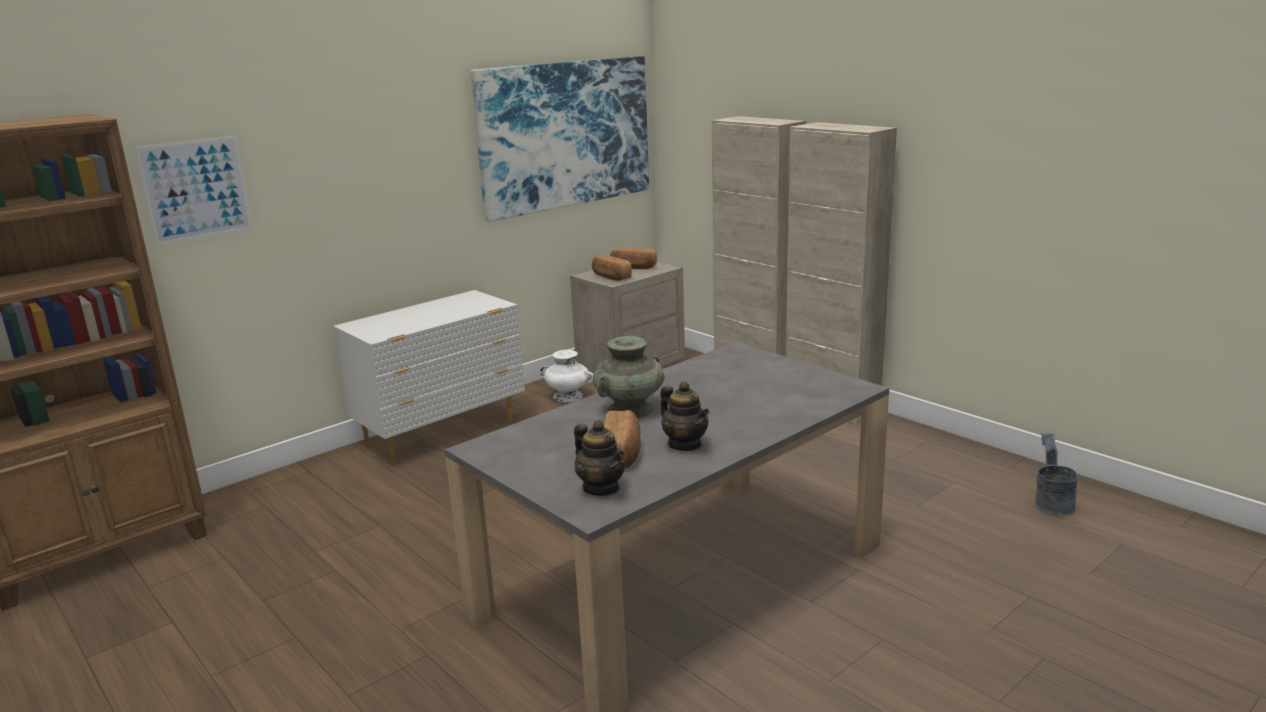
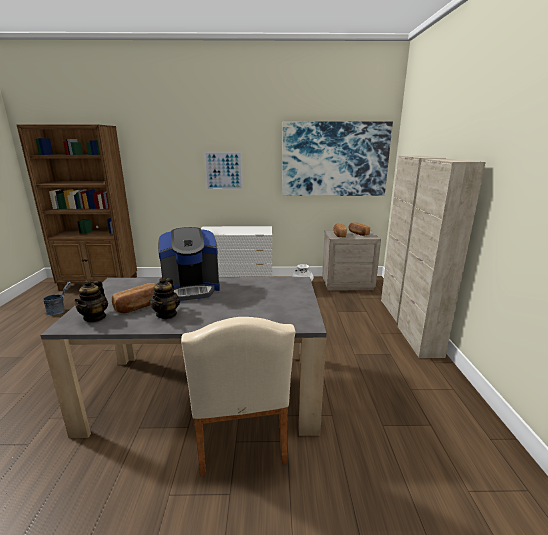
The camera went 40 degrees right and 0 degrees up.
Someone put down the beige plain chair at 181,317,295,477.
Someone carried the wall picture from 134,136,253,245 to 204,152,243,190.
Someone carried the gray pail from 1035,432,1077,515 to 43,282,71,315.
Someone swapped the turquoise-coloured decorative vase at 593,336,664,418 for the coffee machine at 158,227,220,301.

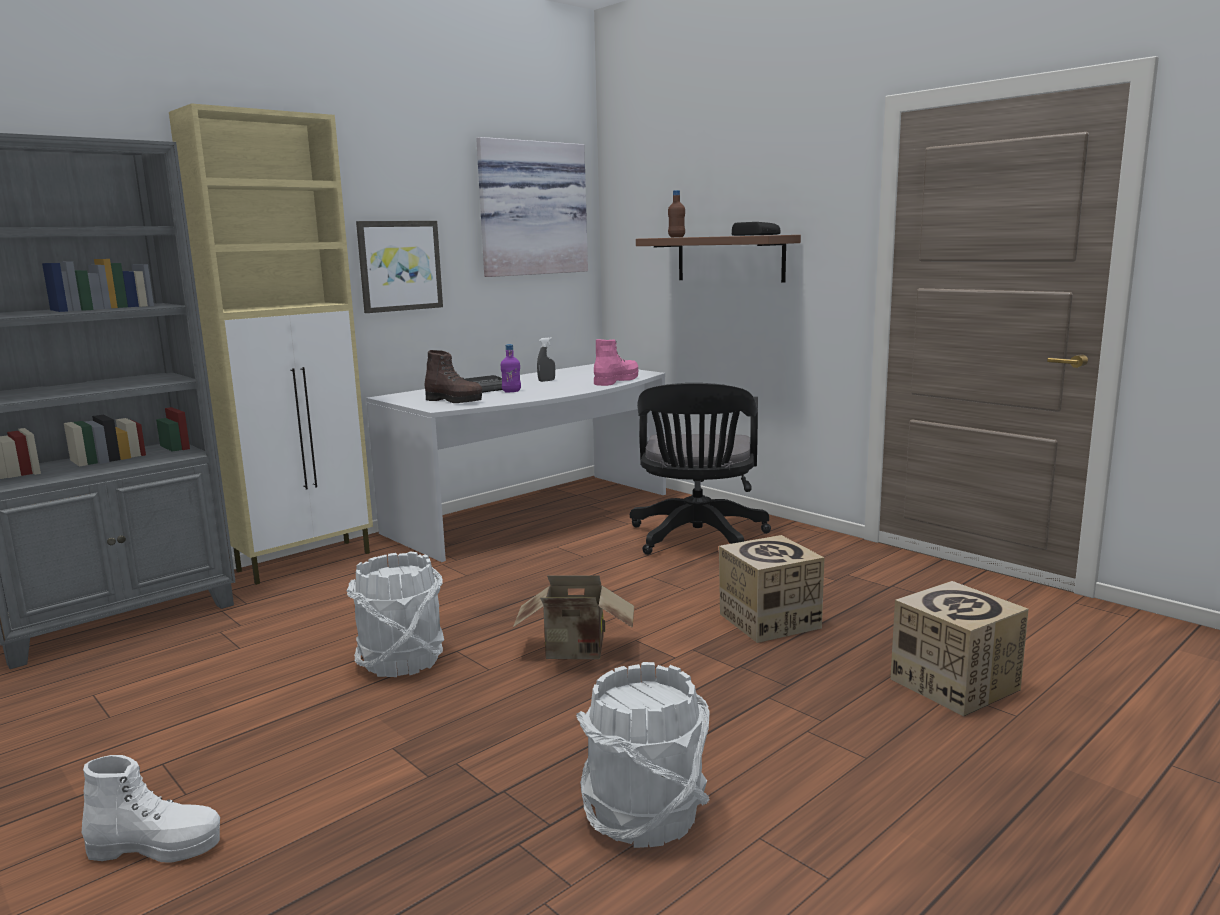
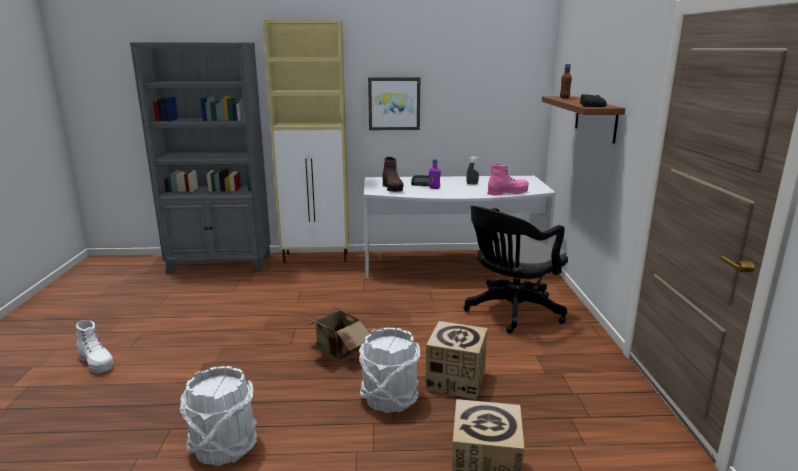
The camera went 40 degrees right and 5 degrees up.
Someone took away the wall picture at 476,137,588,277.
Someone carried the white pail from 347,551,444,677 to 359,328,420,413.

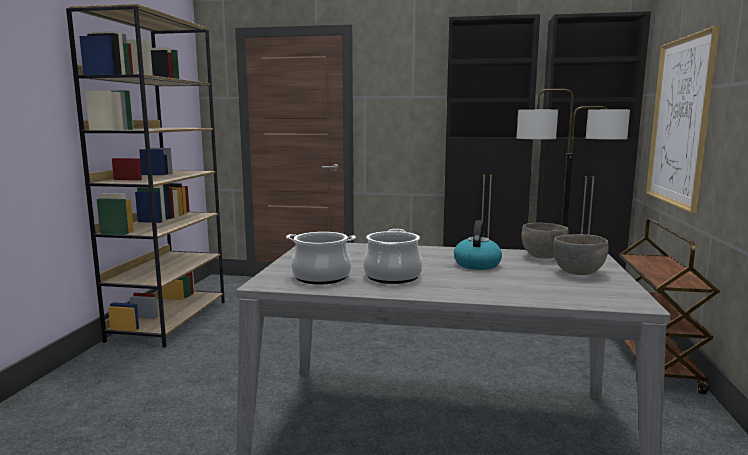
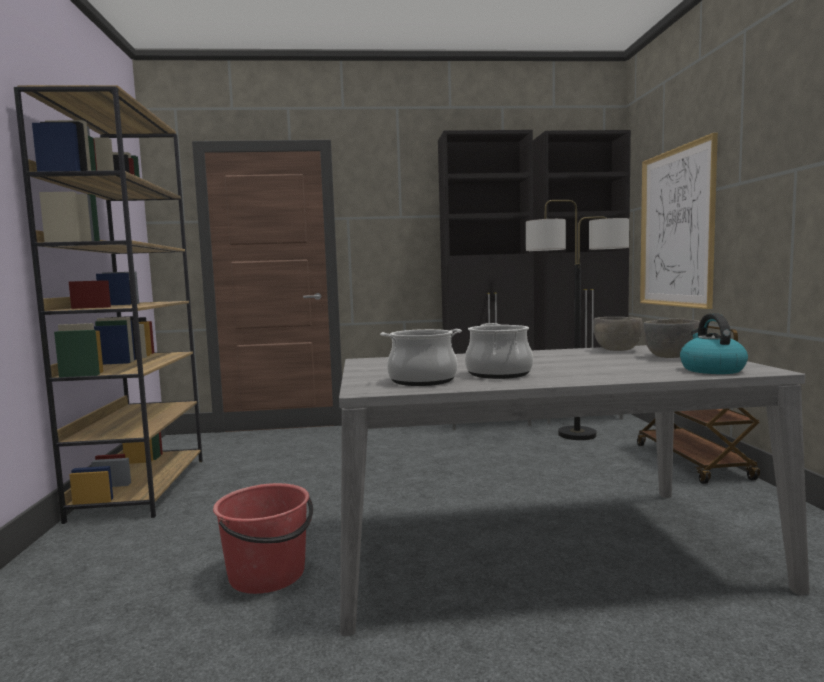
The camera went 15 degrees left and 5 degrees down.
Someone put down the red-coloured pail at 213,483,313,594.
Someone carried the water kettle from 454,220,502,270 to 680,313,748,374.

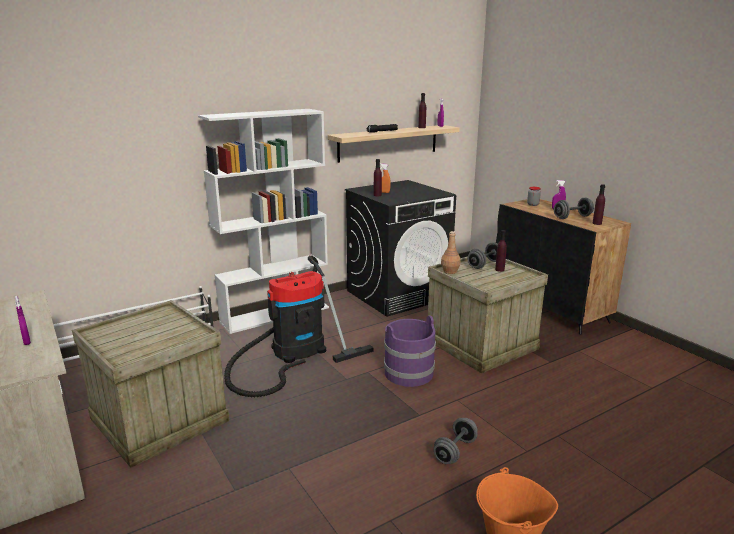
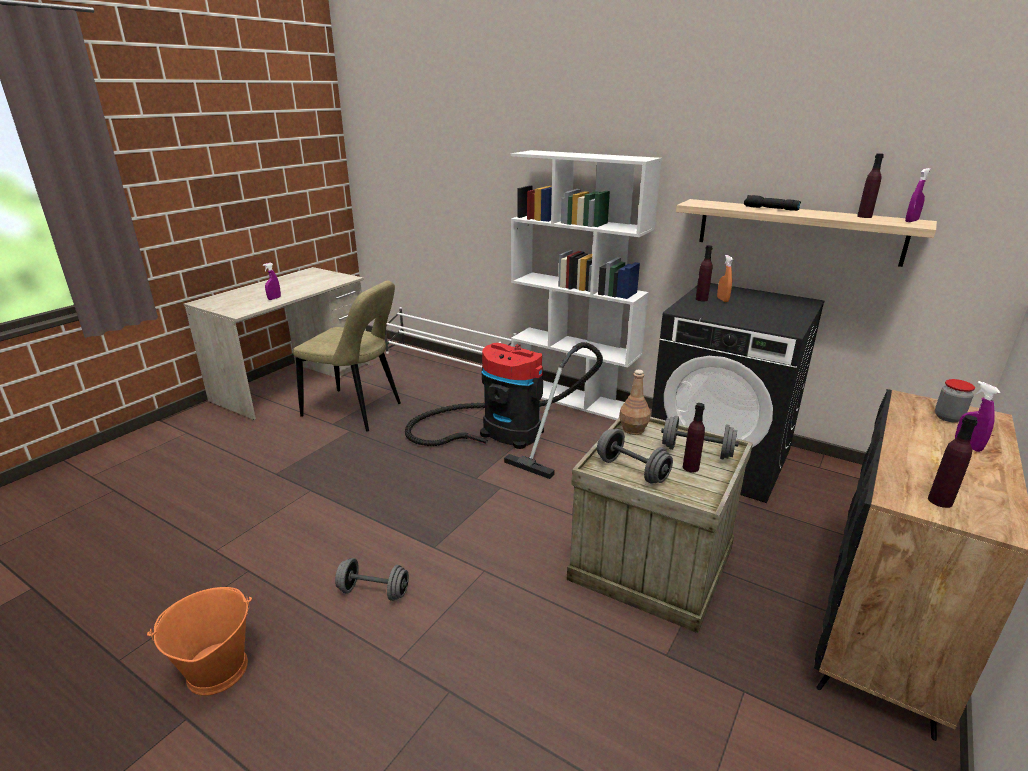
The camera went 65 degrees right and 5 degrees up.
Someone took away the purplish pail at 384,315,436,387.
Someone carried the gray dumbbell from 554,198,594,219 to 597,429,673,483.
Someone swapped the shipping crate at 72,300,229,468 for the beige plain chair at 293,280,401,432.

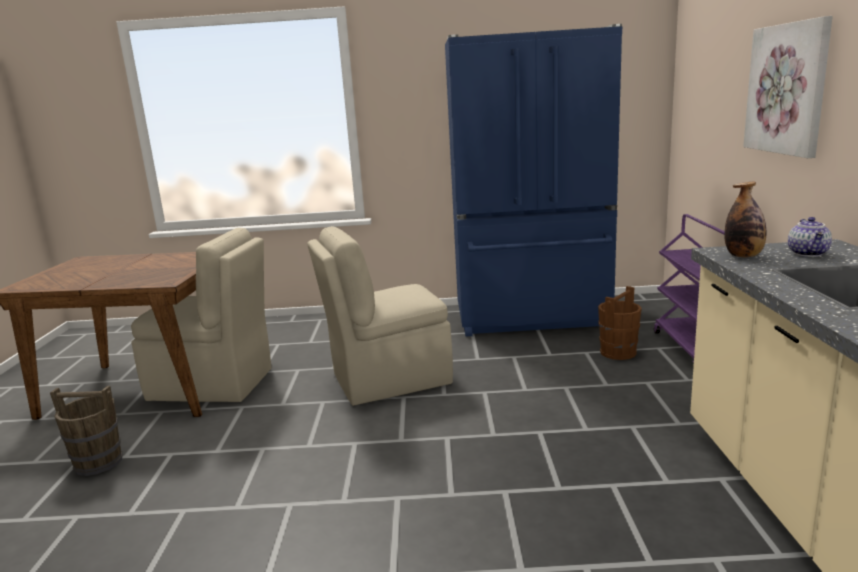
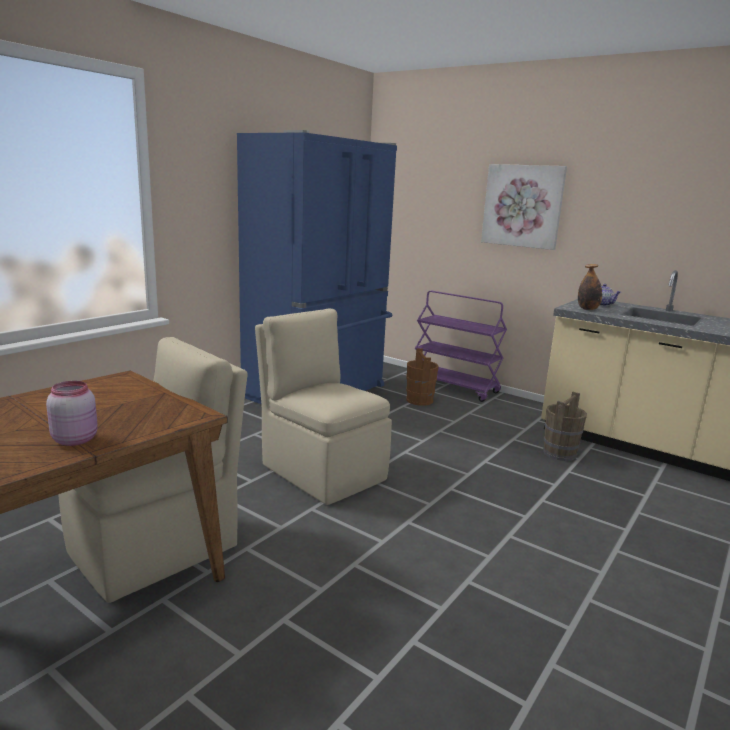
The camera went 55 degrees left and 0 degrees up.
Someone put down the pinkish jar at 46,381,98,446.
Someone carried the brownish pail from 50,386,123,476 to 543,392,587,461.
Someone rotated the beige plain chair at 307,226,453,406 by 120 degrees clockwise.

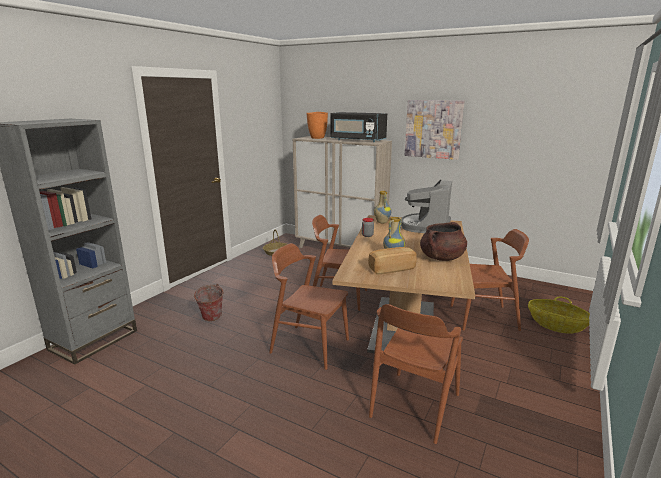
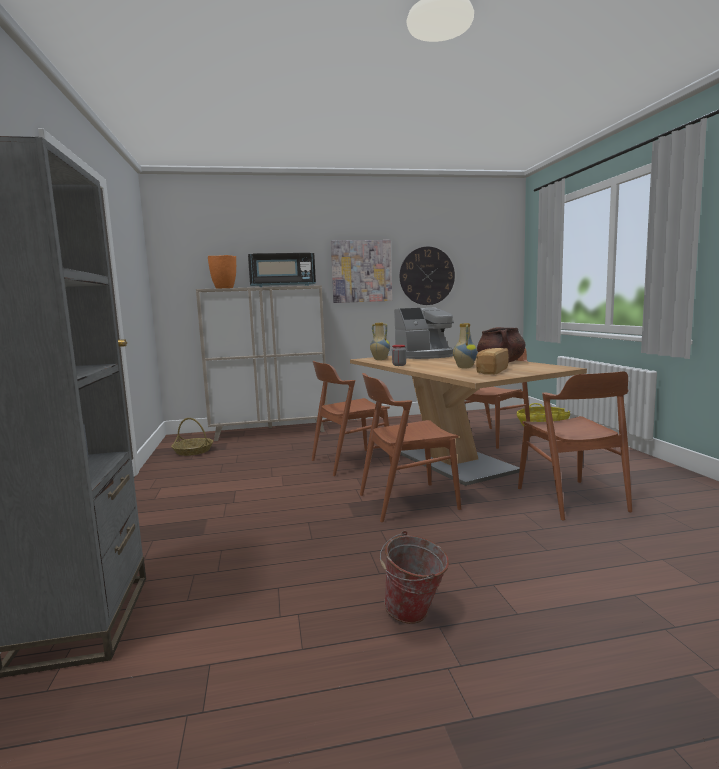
The camera went 40 degrees left and 10 degrees down.
Someone put up the clock on the wall at 400,247,455,305.
Someone carried the pail from 193,284,223,321 to 380,531,449,624.
Someone rotated the coffee machine at 401,180,452,233 by 90 degrees counterclockwise.

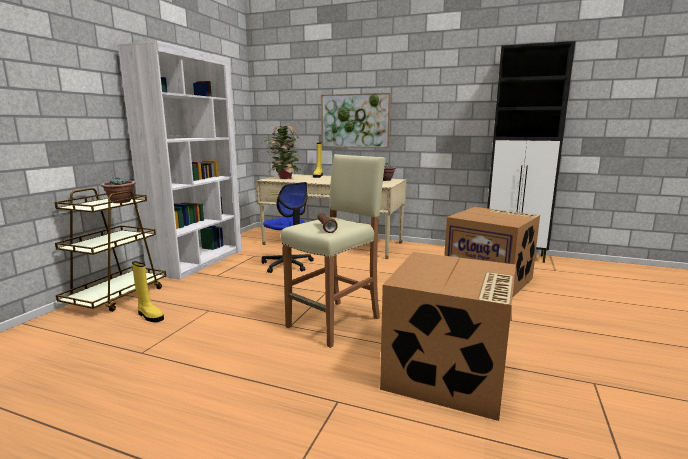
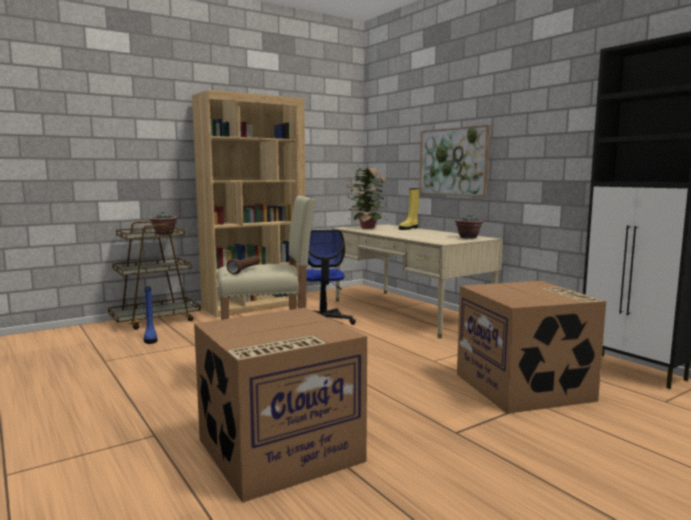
The camera went 35 degrees right and 5 degrees down.
Someone repainted the white bookshelf at 118,41,242,280, which became the brownish bookshelf at 192,90,307,317.
Someone repainted the yellow-coloured high-top boot at 132,261,164,322, which became the blue high-top boot at 144,287,157,344.

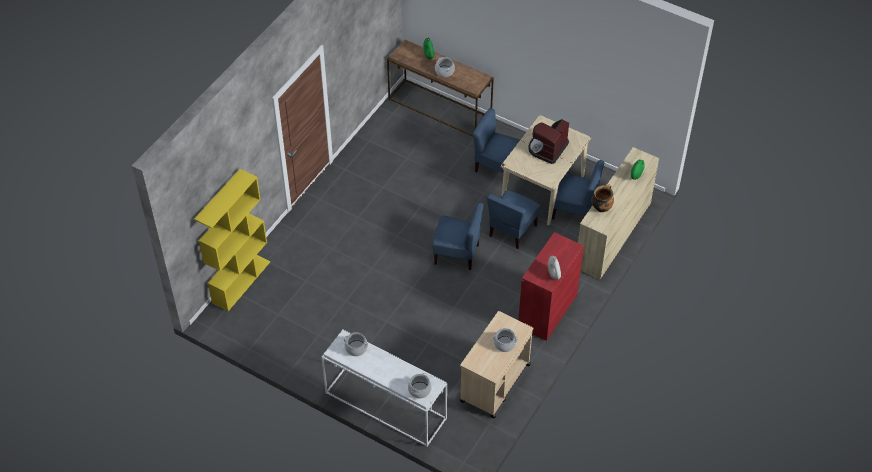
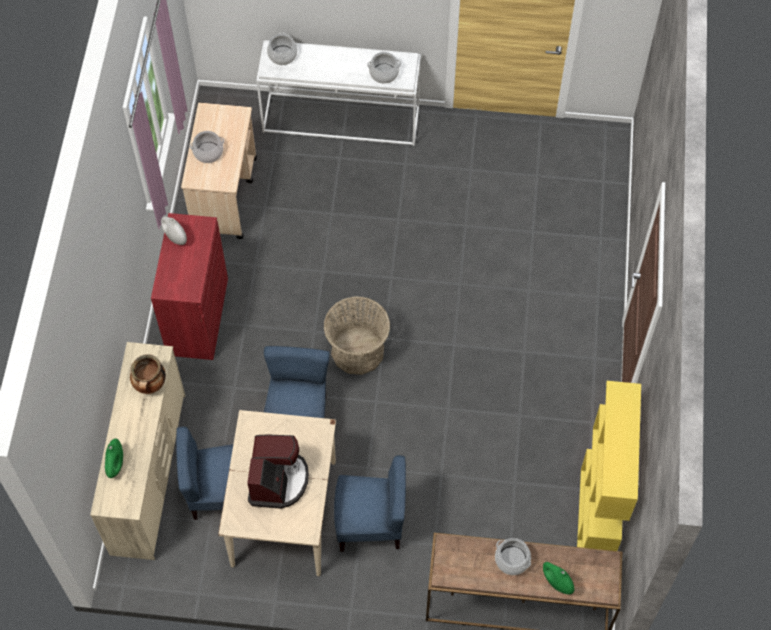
The camera went 155 degrees right and 10 degrees up.
Someone carried the yellow-coloured bookshelf from 194,169,270,311 to 577,381,641,551.
Someone swapped the blue plain chair at 433,202,484,270 for the household basket at 324,296,390,375.

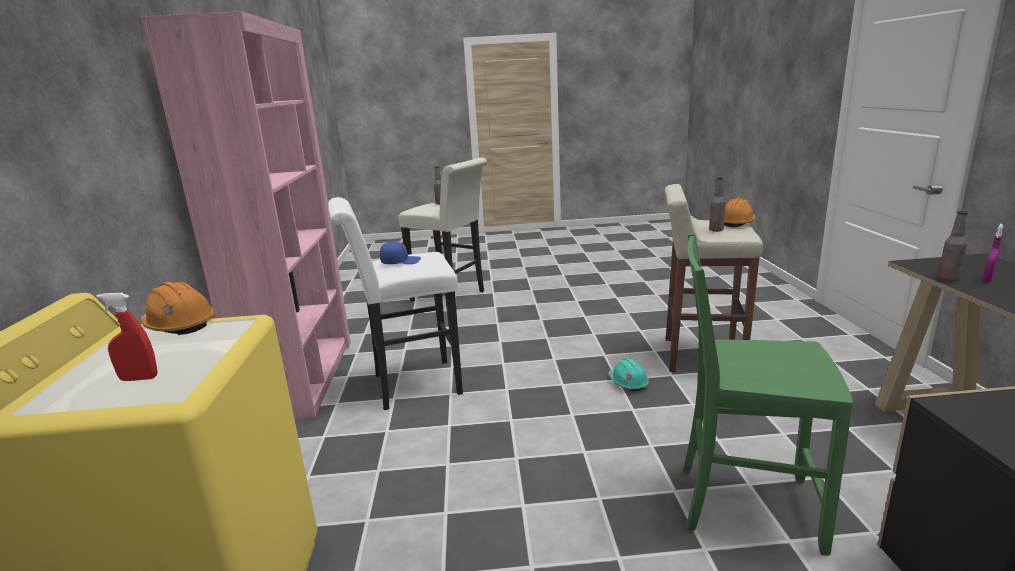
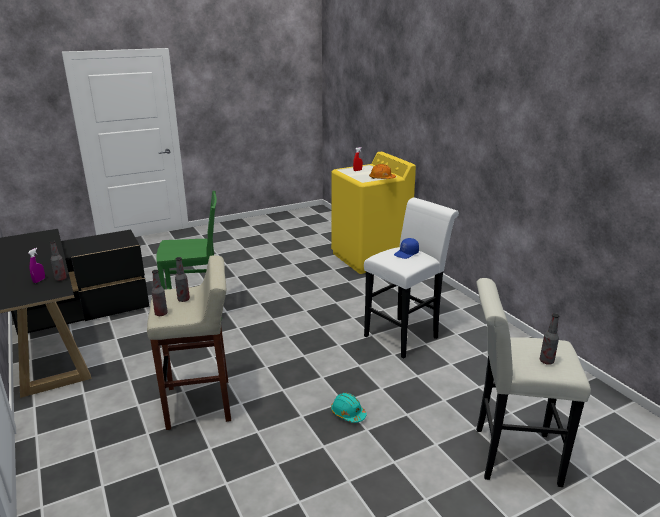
The camera went 155 degrees right and 5 degrees up.
Someone took away the pinkish bookshelf at 141,11,351,419.
Someone carried the turquoise-coloured work helmet from 608,358,649,391 to 331,393,367,423.
Someone swapped the orangey work helmet at 724,198,755,227 for the drink bottle at 151,270,168,316.

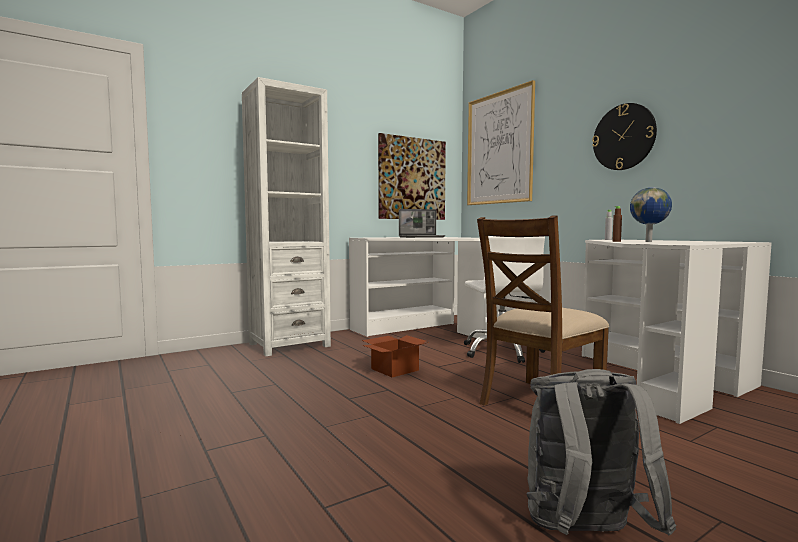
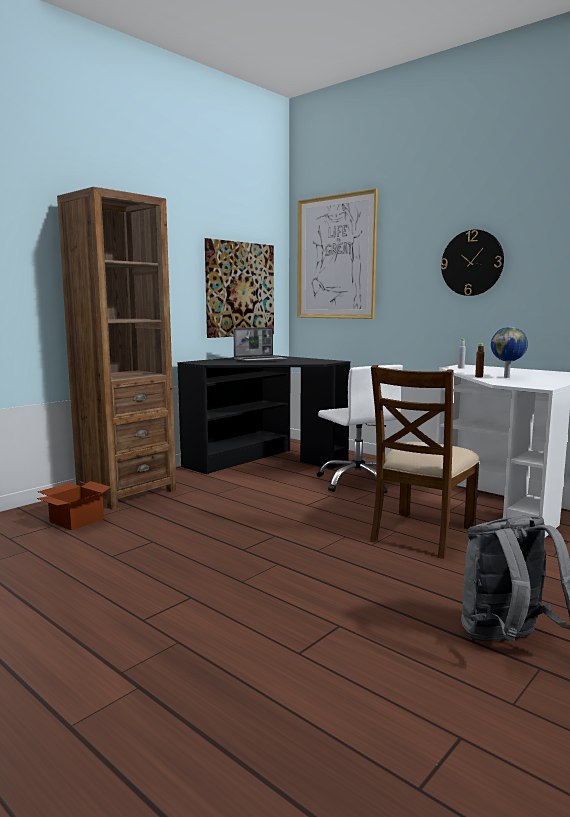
The camera went 15 degrees left and 5 degrees up.
Someone carried the carton from 362,335,429,377 to 36,481,111,531.
Someone repainted the white bookshelf at 242,77,331,357, which became the brownish bookshelf at 57,187,176,509.
Someone repainted the white desk table at 349,237,500,338, which became the black-coloured desk table at 178,355,350,474.

